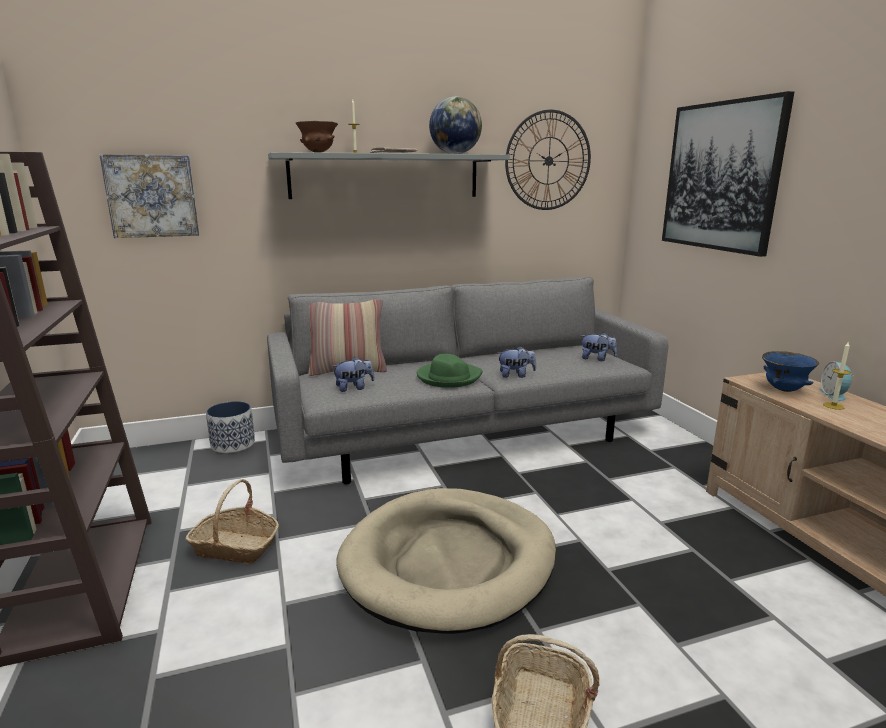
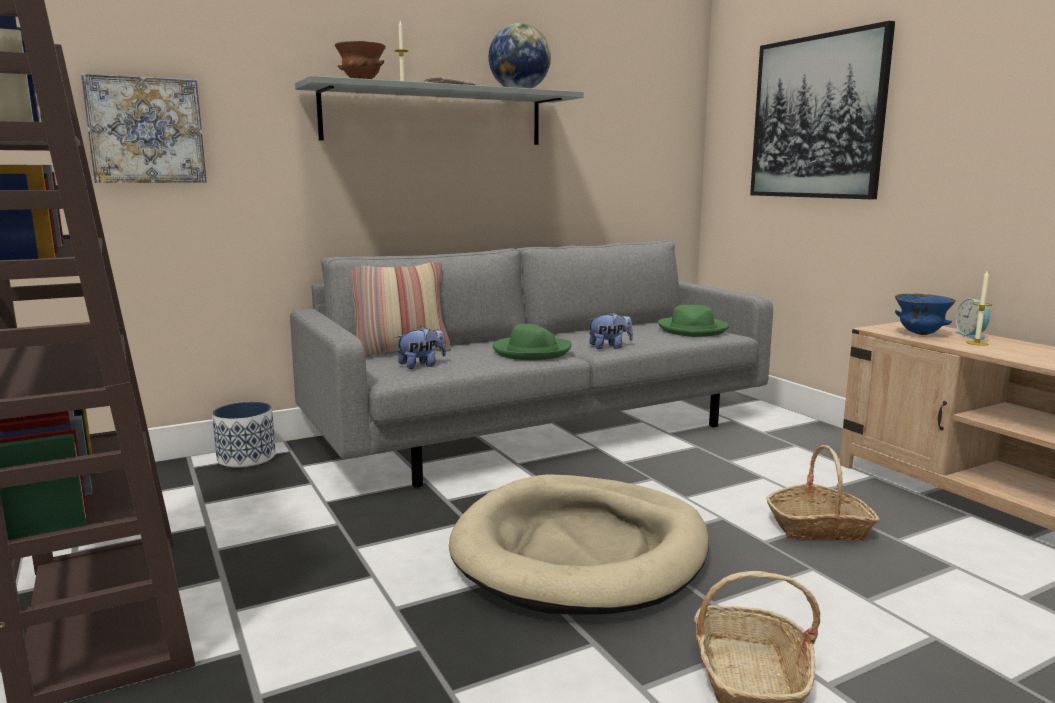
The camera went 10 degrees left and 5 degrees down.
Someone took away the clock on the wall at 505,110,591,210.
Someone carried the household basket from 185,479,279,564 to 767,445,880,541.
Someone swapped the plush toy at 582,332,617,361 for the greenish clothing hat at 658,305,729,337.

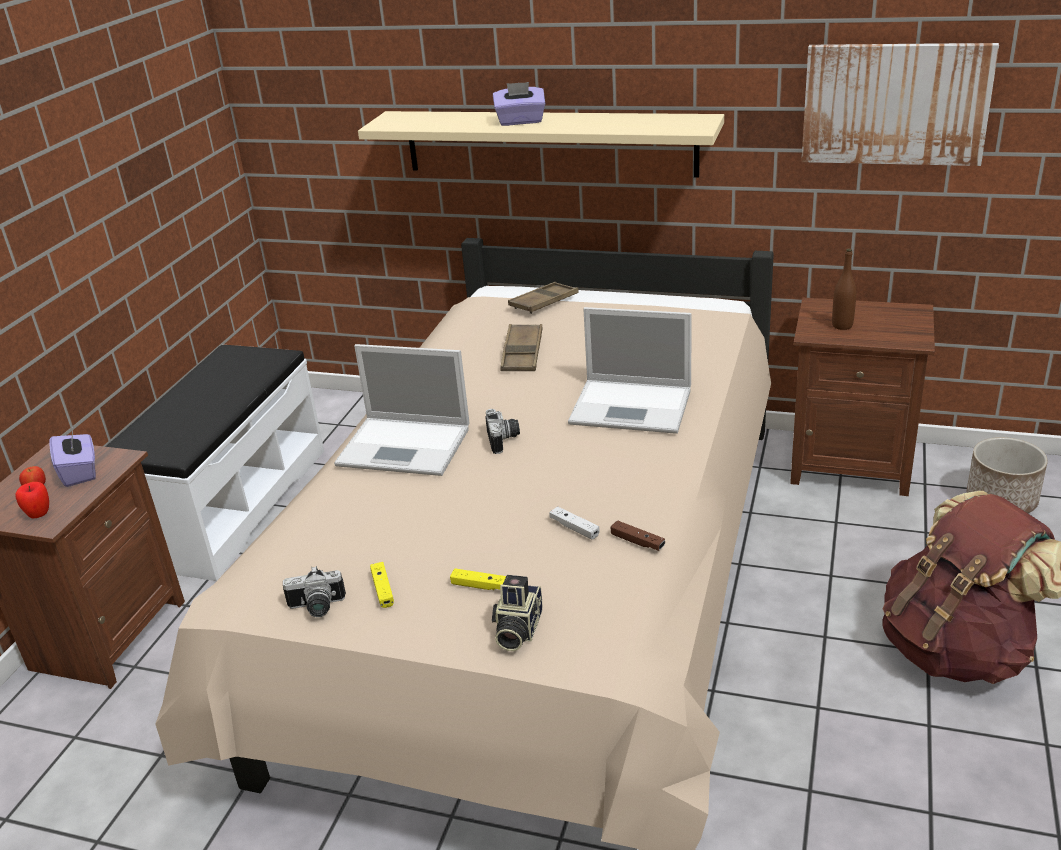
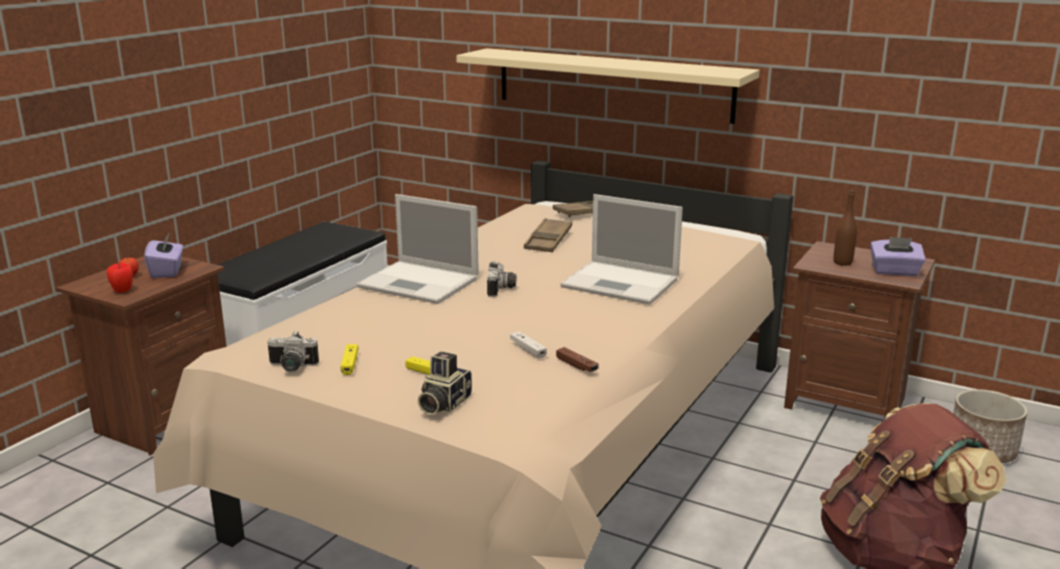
The camera went 10 degrees right and 10 degrees down.
Someone took away the wall picture at 801,43,999,166.
Someone carried the purplish tissue holder from 493,82,546,126 to 870,237,926,276.

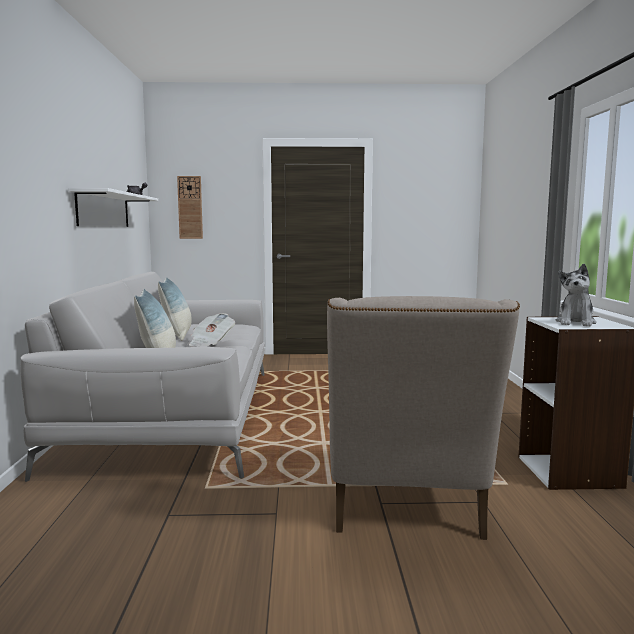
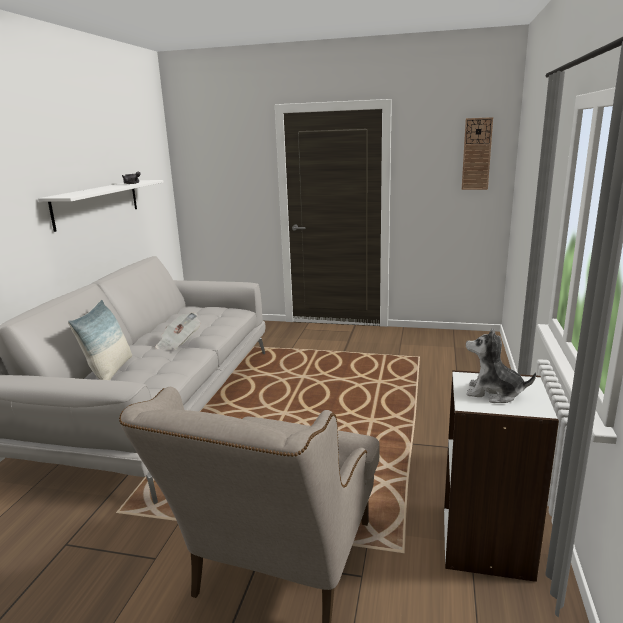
The camera went 15 degrees right and 10 degrees up.
Someone took away the cushion at 158,277,192,341.
Someone carried the clock on the wall from 177,176,203,239 to 462,117,493,190.
Someone rotated the plush toy at 556,264,597,326 by 75 degrees clockwise.

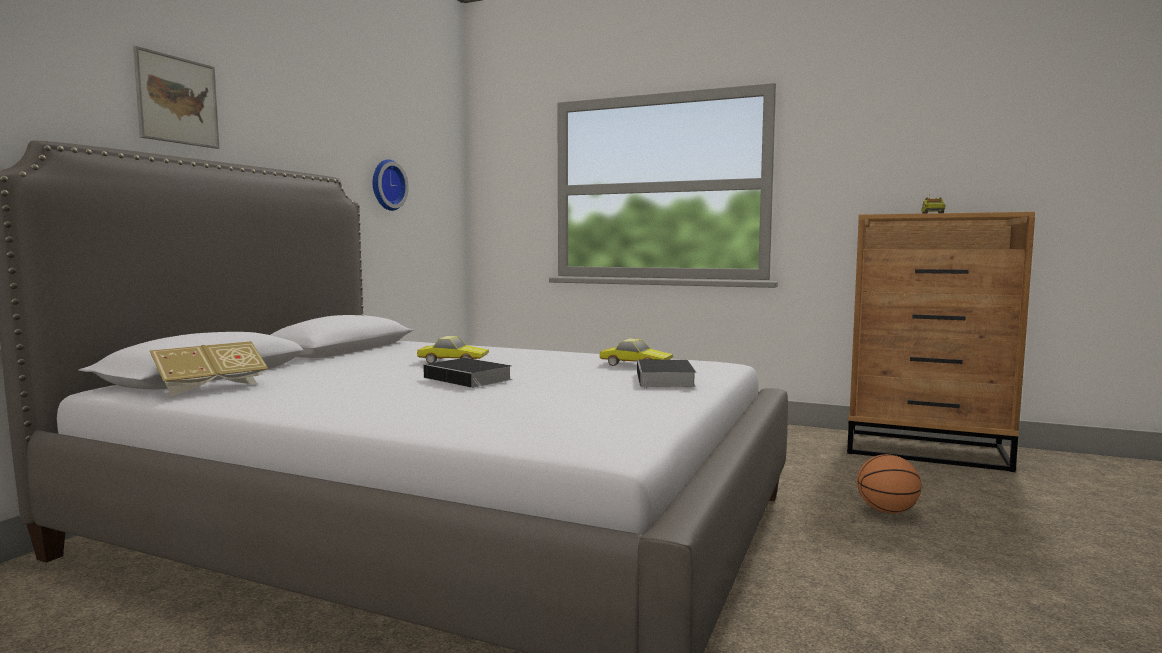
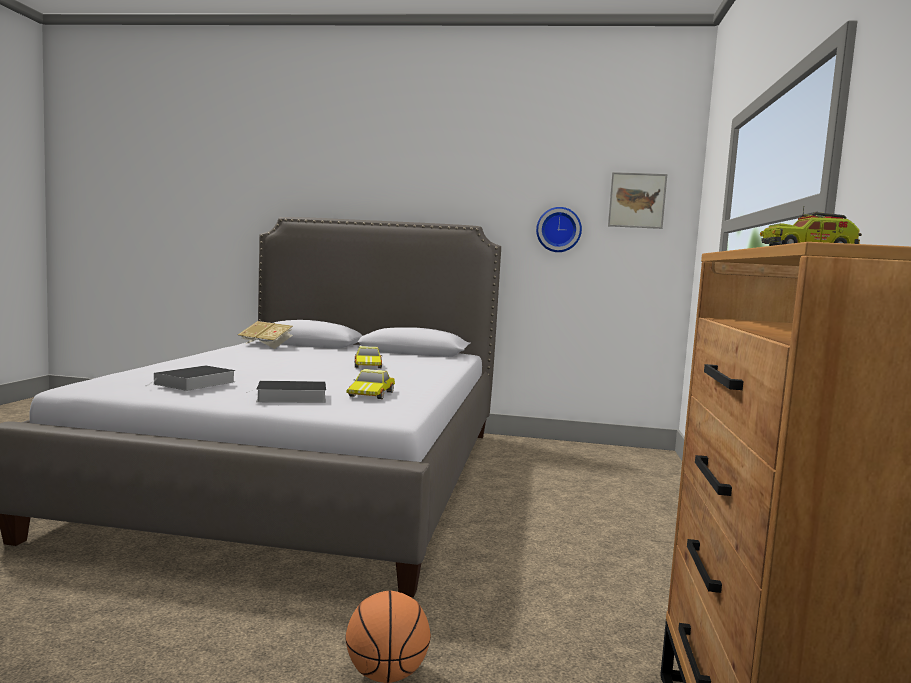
The camera went 75 degrees right and 0 degrees up.
Someone carried the wall picture from 133,46,219,149 to 608,172,667,229.
Someone carried the bound book from 423,358,512,389 to 146,365,236,391.

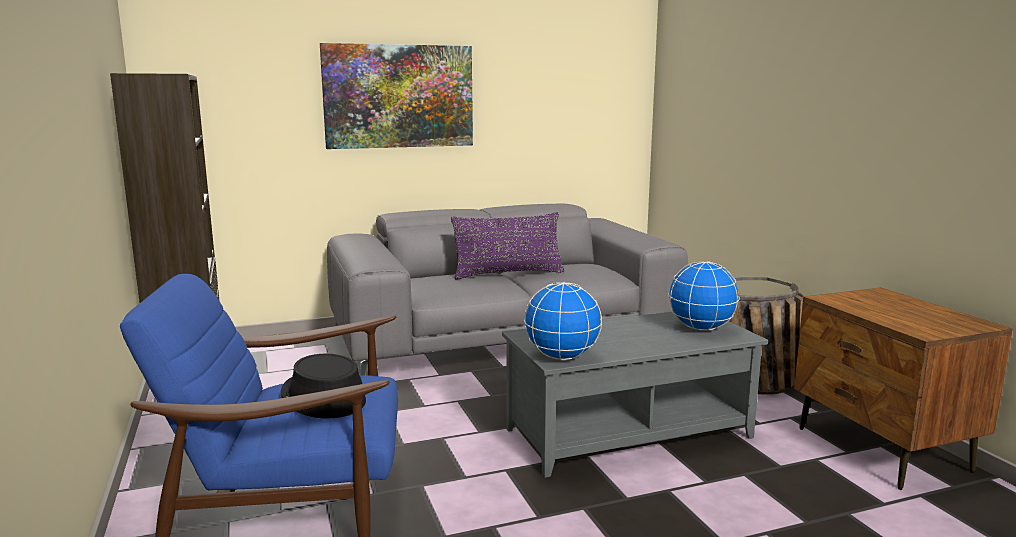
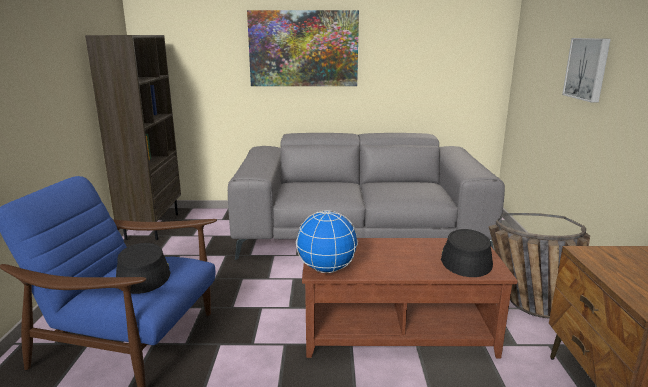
The camera went 20 degrees right and 5 degrees up.
Someone took away the purplish cushion at 451,212,564,279.
Someone put up the wall picture at 562,38,611,102.
Someone swapped the desk globe at 668,261,740,331 for the black-coloured clothing hat at 441,229,493,277.
Someone repainted the gray coffee table at 502,312,768,478, which became the brownish coffee table at 302,238,517,358.

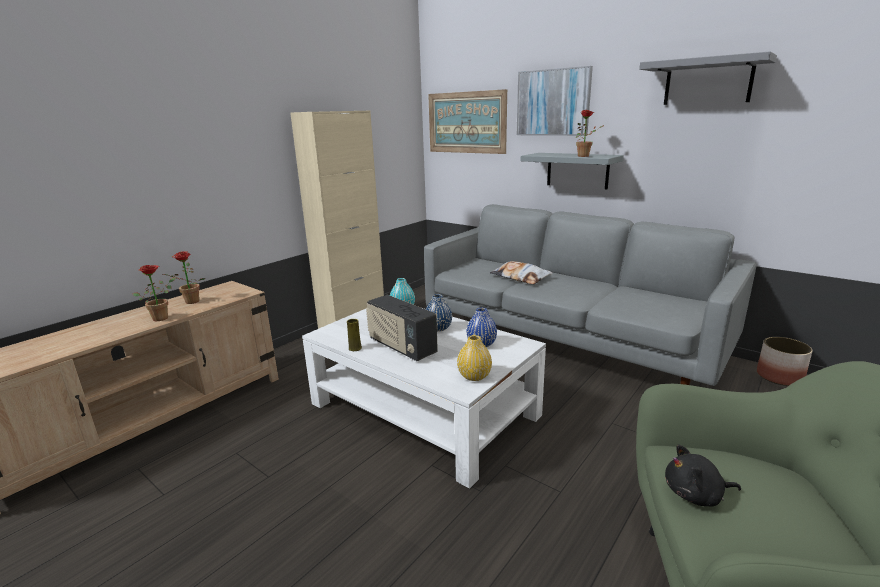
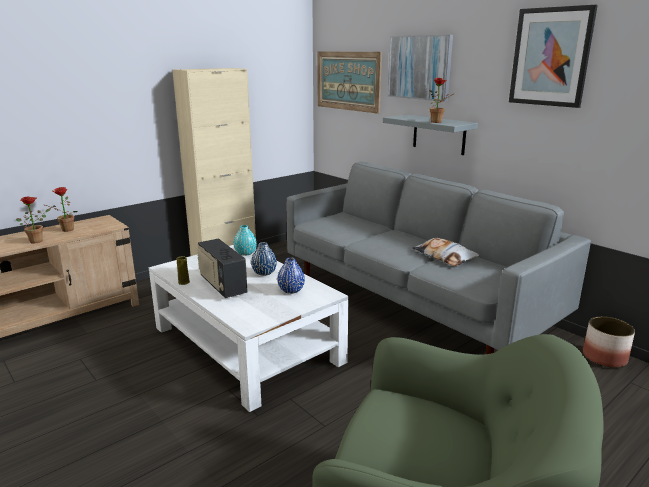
The camera went 10 degrees right and 0 degrees up.
Someone took away the yellow-coloured decorative vase at 457,335,492,381.
Someone took away the black-coloured plush toy at 665,444,741,506.
Someone carried the cushion from 490,261,553,284 to 412,238,480,266.
Someone swapped the gray wall shelf at 639,51,777,105 for the wall picture at 509,5,598,108.

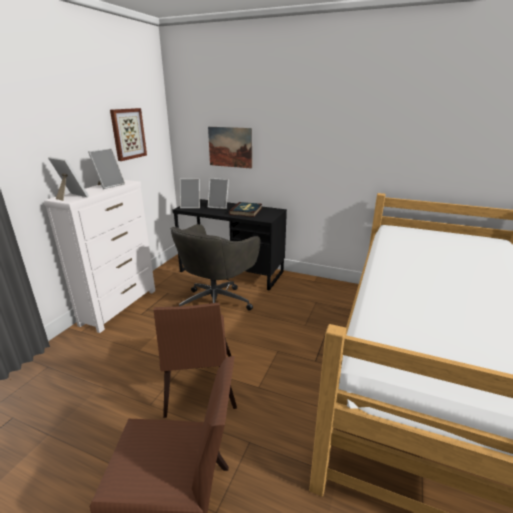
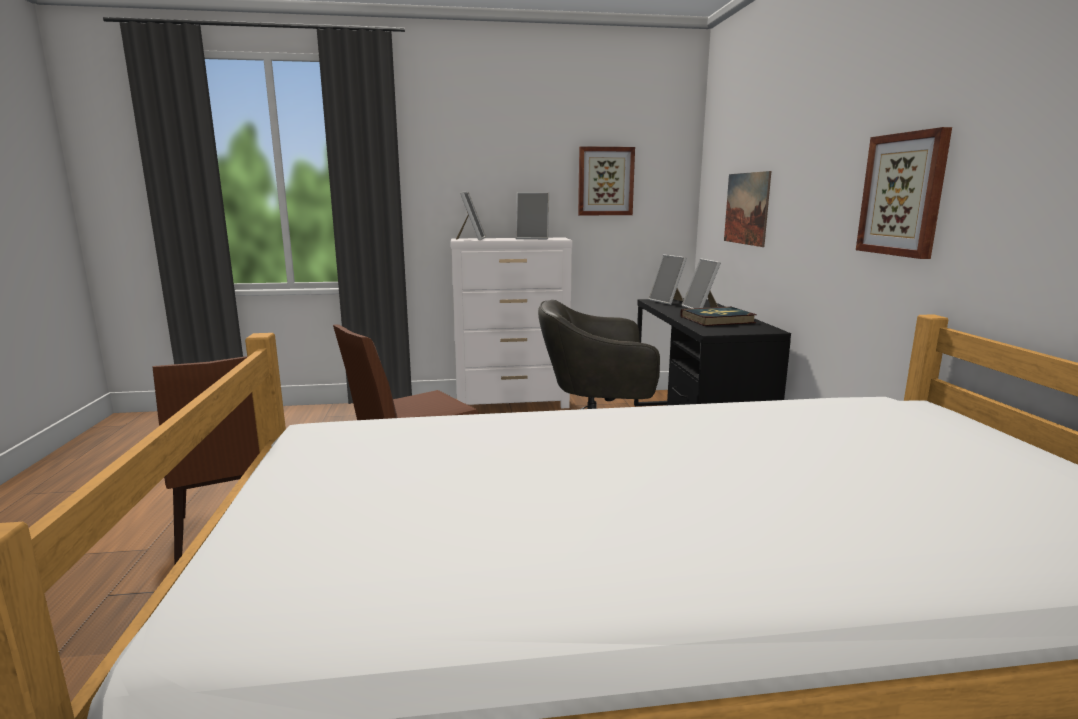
The camera went 60 degrees right and 10 degrees down.
Someone put up the wall picture at 856,127,952,259.

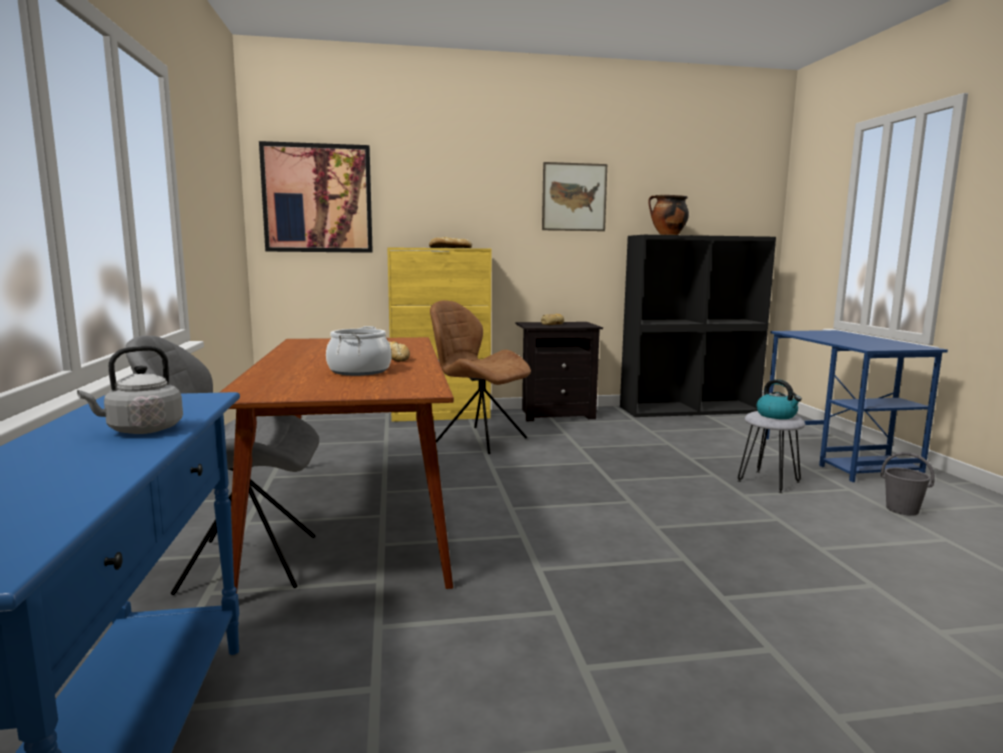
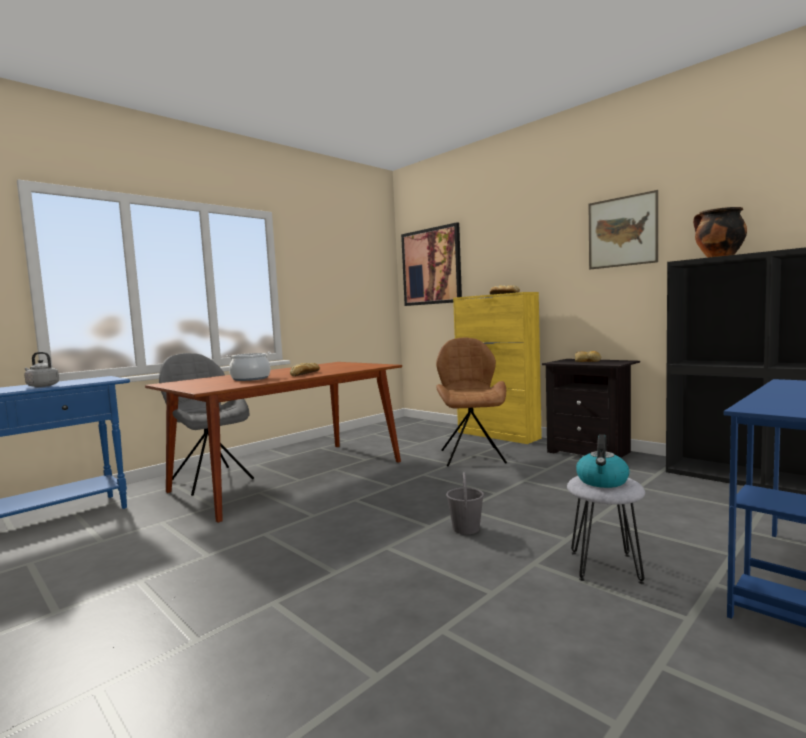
The camera went 55 degrees right and 5 degrees down.
Someone carried the gray pail from 881,452,935,516 to 446,472,484,535.

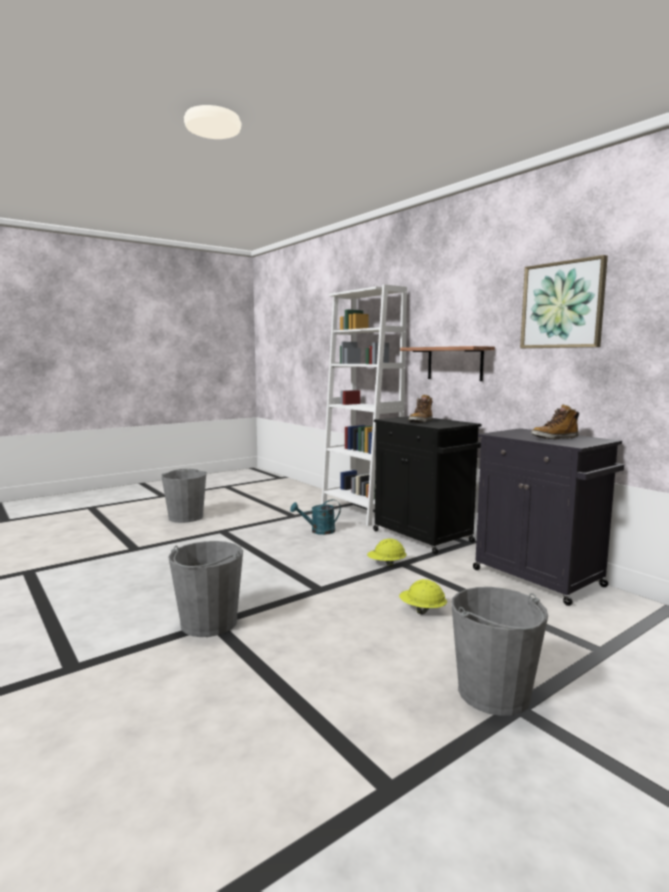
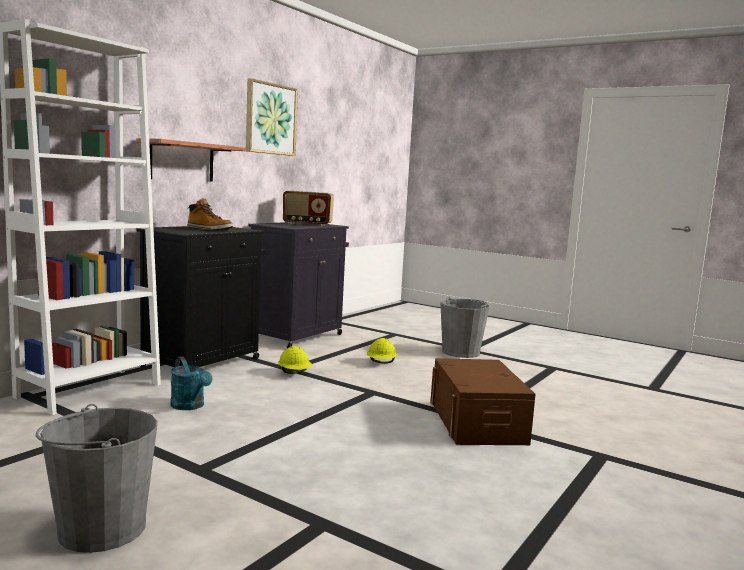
The camera went 110 degrees left and 0 degrees up.
Someone swapped the gray pail at 168,541,243,637 for the brownish storage box at 430,358,536,445.
Someone swapped the high-top boot at 531,404,579,439 for the radio set at 283,191,334,226.

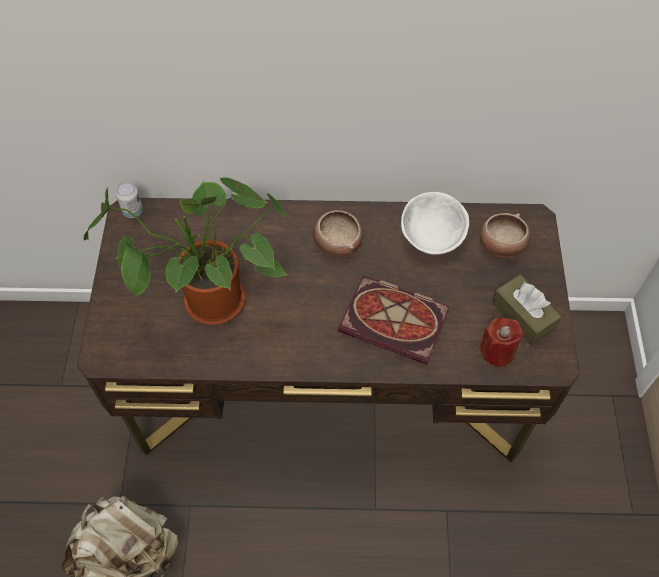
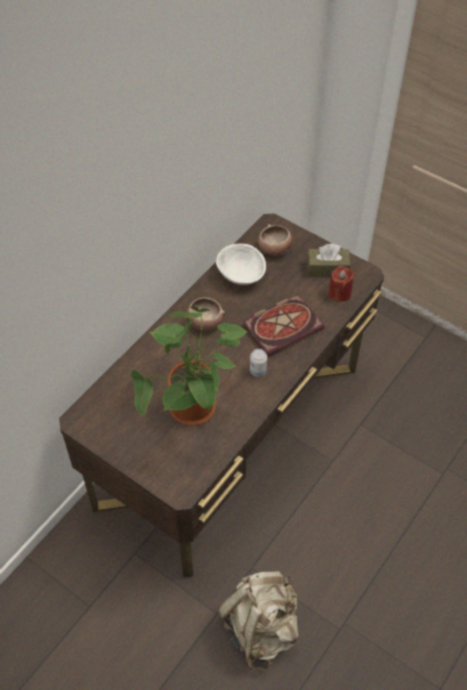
The camera went 55 degrees left and 5 degrees down.
Someone carried the metal can from 116,182,143,218 to 250,349,267,377.

